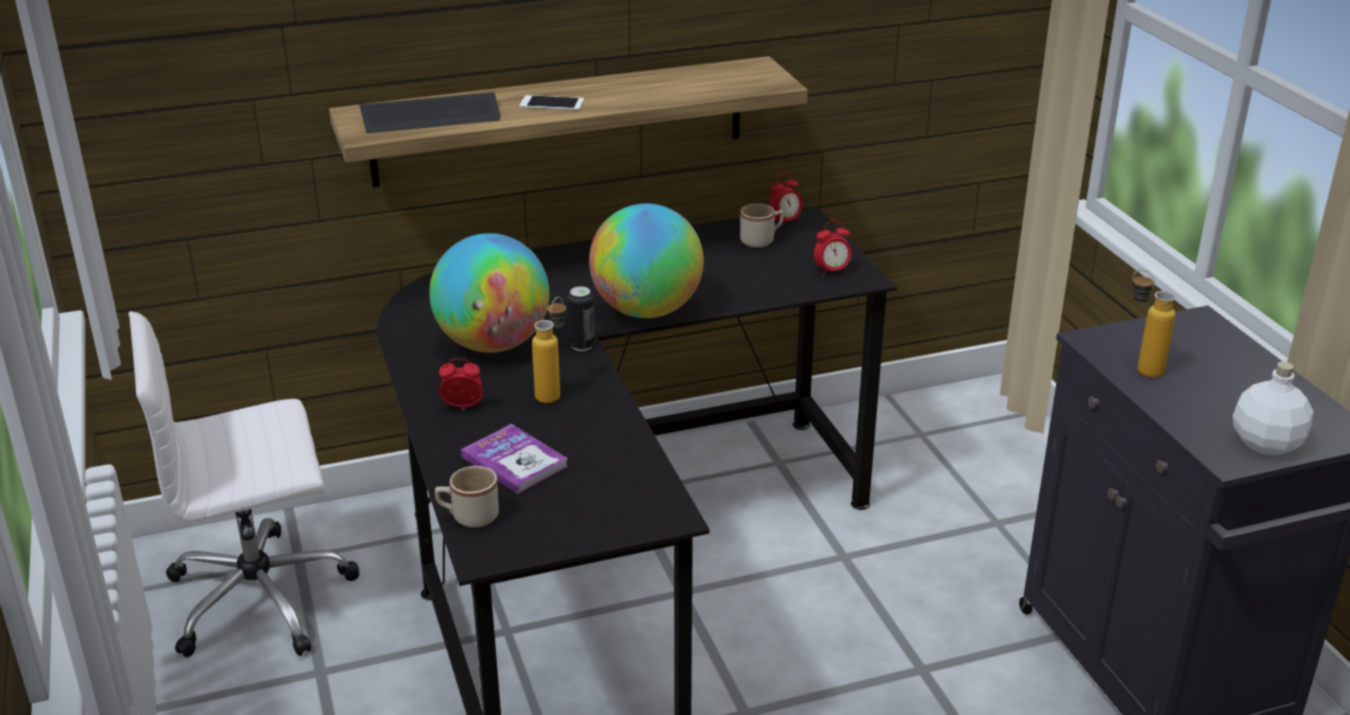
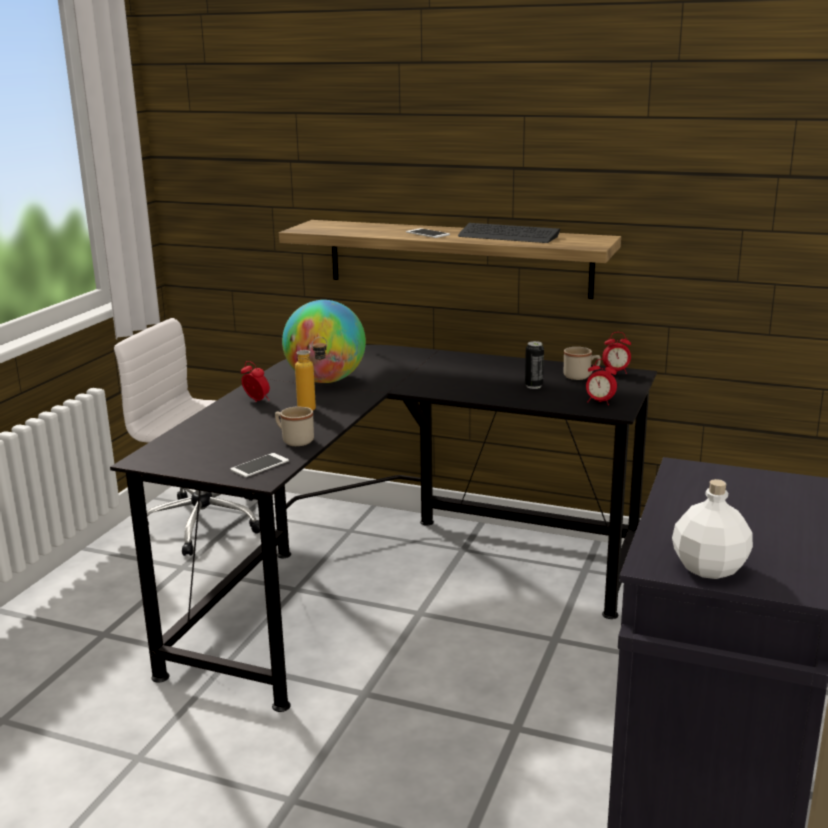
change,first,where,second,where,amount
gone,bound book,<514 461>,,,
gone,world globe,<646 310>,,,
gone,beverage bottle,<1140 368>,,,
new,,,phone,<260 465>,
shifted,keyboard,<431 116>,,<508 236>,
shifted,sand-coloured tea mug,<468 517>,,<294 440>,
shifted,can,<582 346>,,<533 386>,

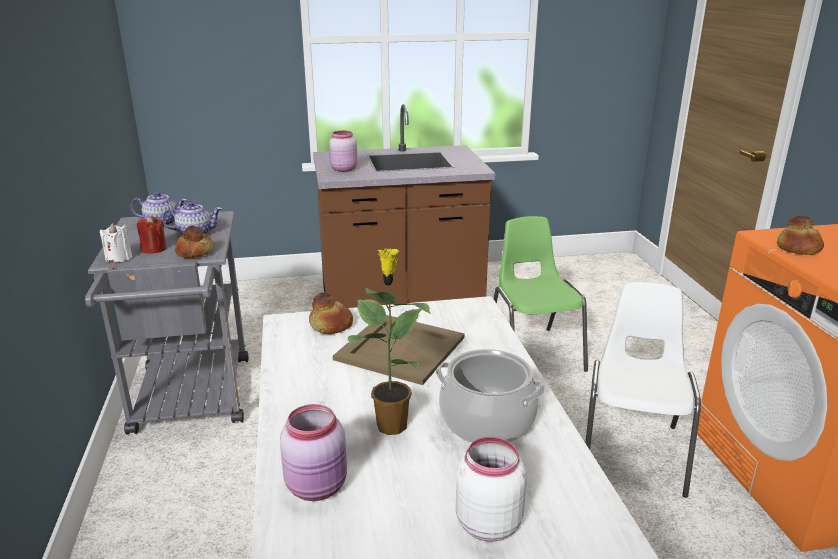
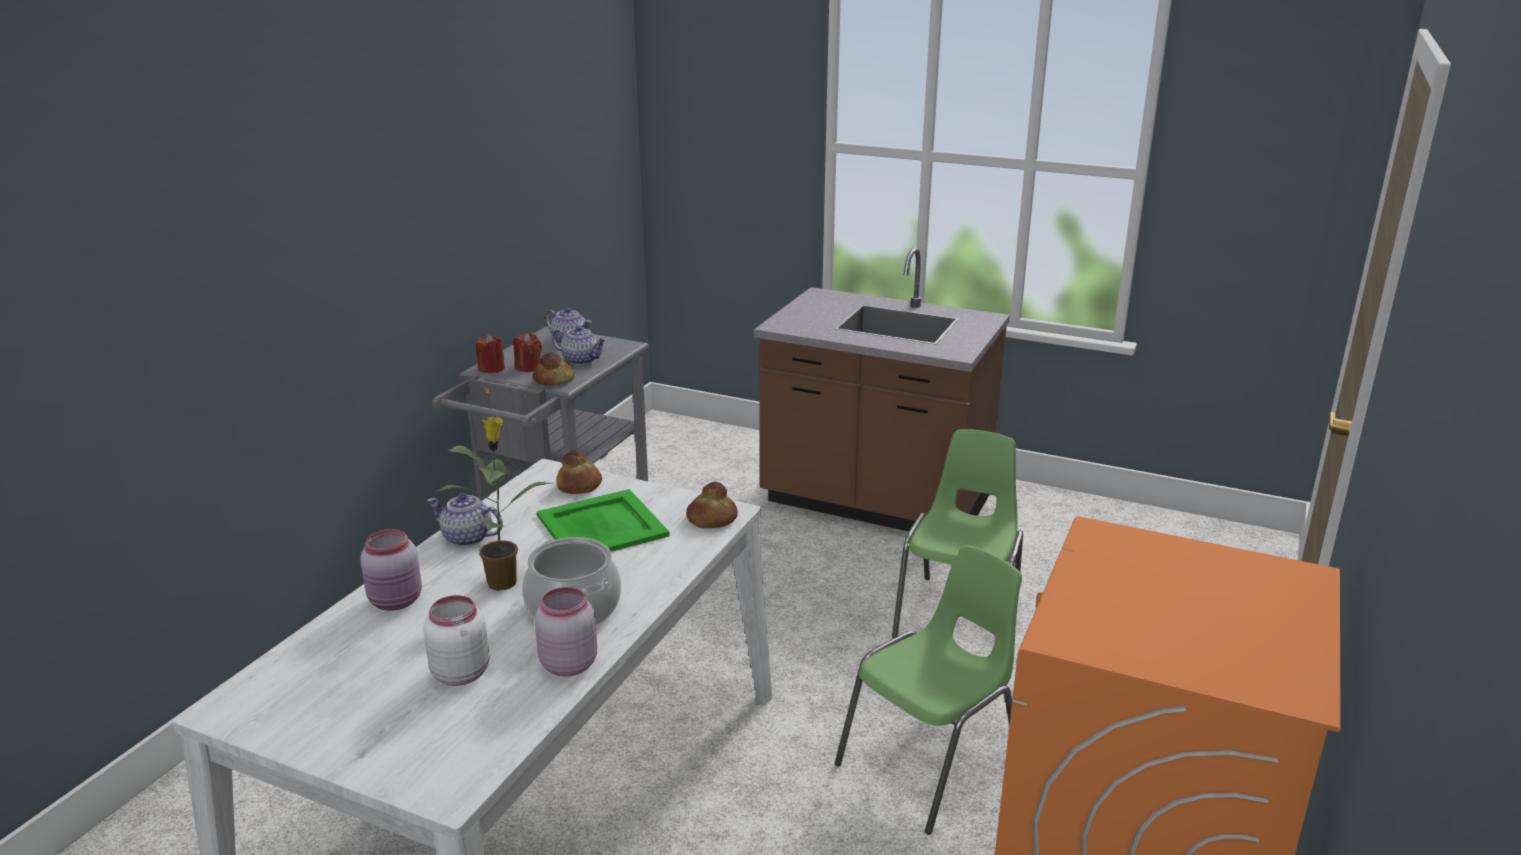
change,first,where,second,where,amount
new,,,teapot,<466 538>,
shifted,pink preserve jar,<343 169>,,<568 664>,
shifted,bakery bread,<799 248>,,<711 519>,
repainted,white-coloured wax light,<119 258>,reddish wax light,<492 369>,
repainted,sand-coloured tray,<401 348>,green tray,<603 526>,
repainted,white-coloured chair,<633 451>,green chair,<933 765>,

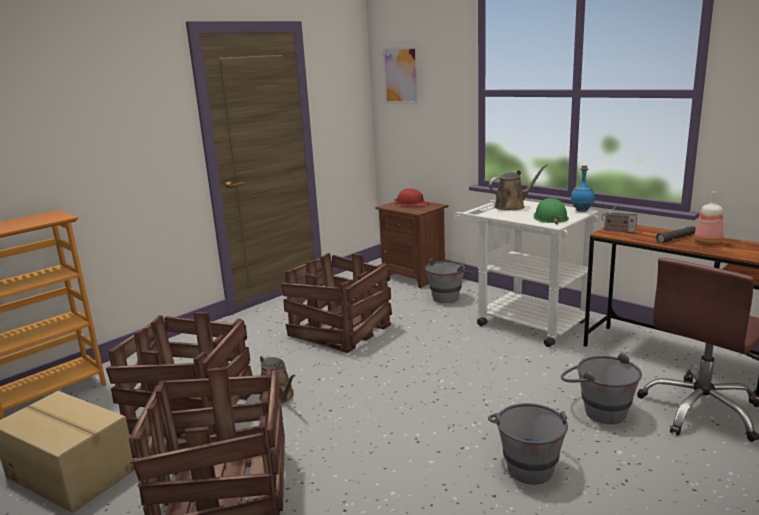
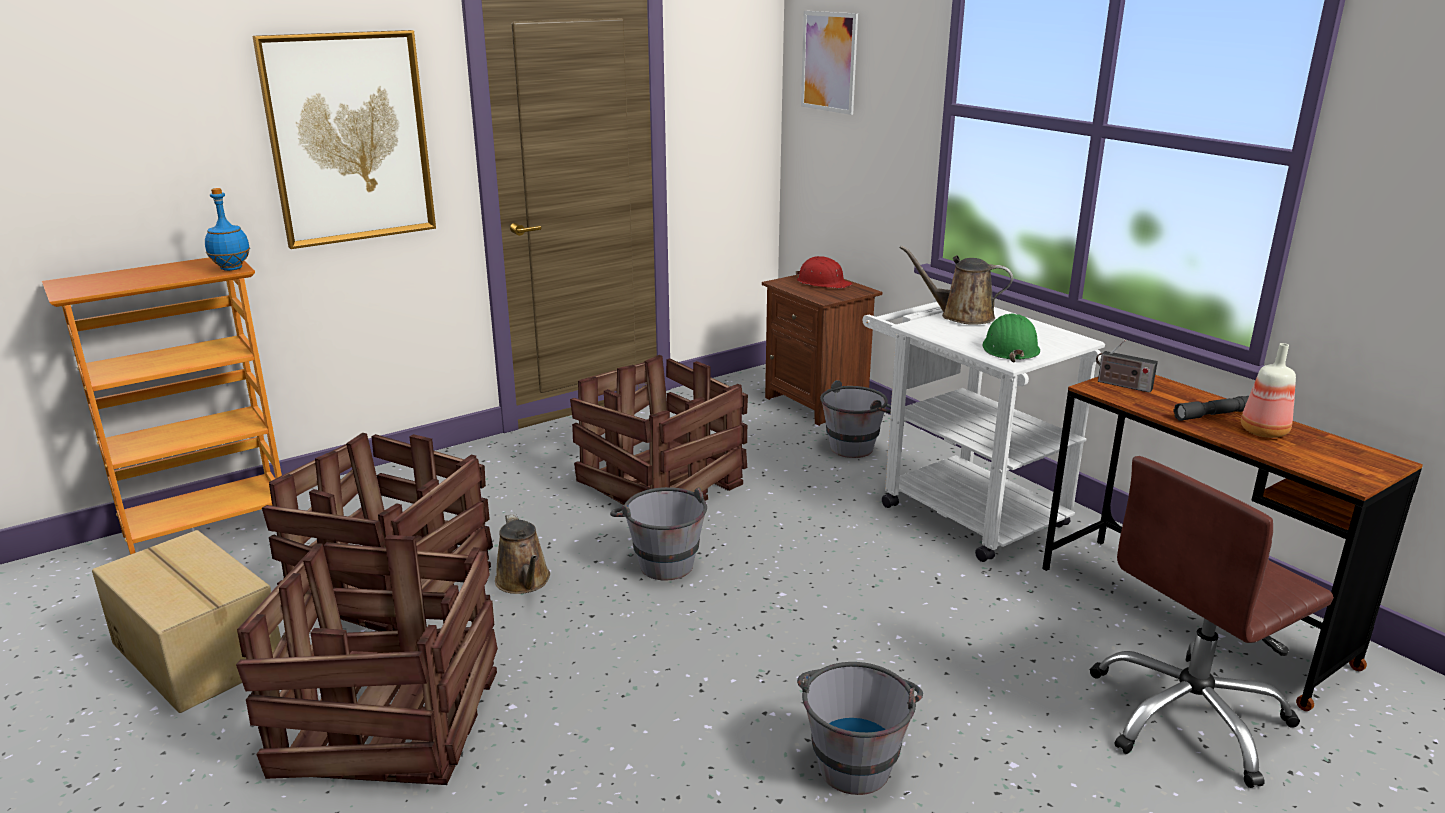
change,first,where,second,where,amount
new,,,wall picture,<349 138>,
shifted,greyish water bucket,<597 410>,,<661 560>,
shifted,bluish beverage bottle,<581 211>,,<231 269>,
rotated,brownish watering can,<512 206>,,<961 316>,150 degrees counterclockwise

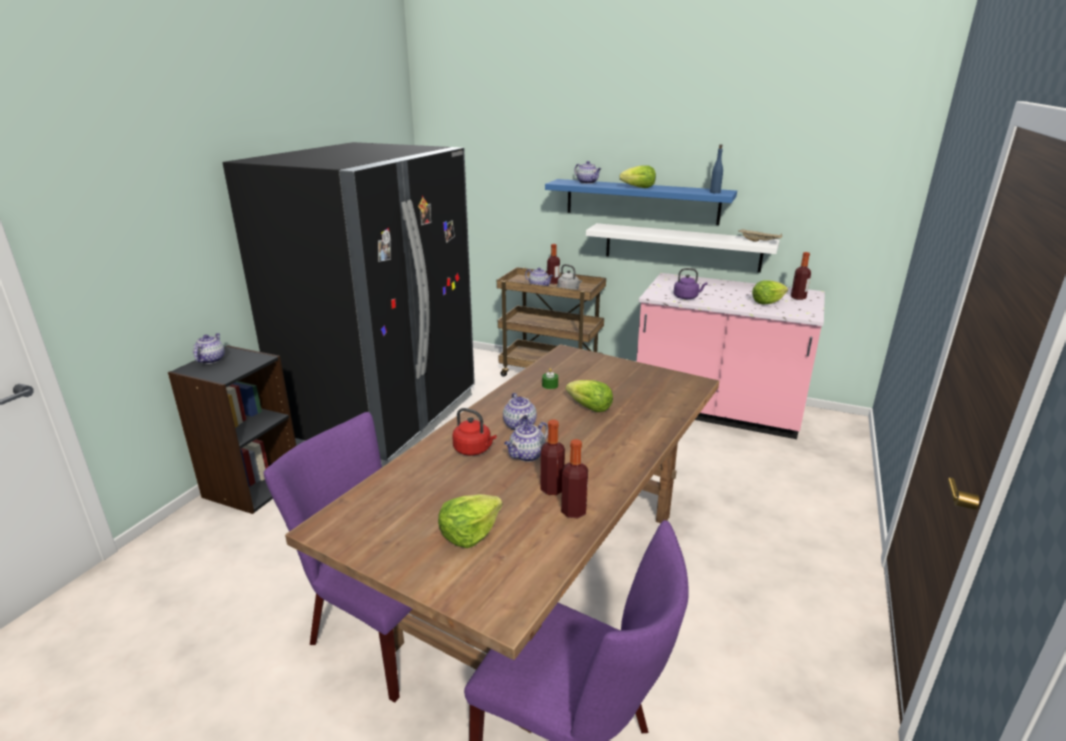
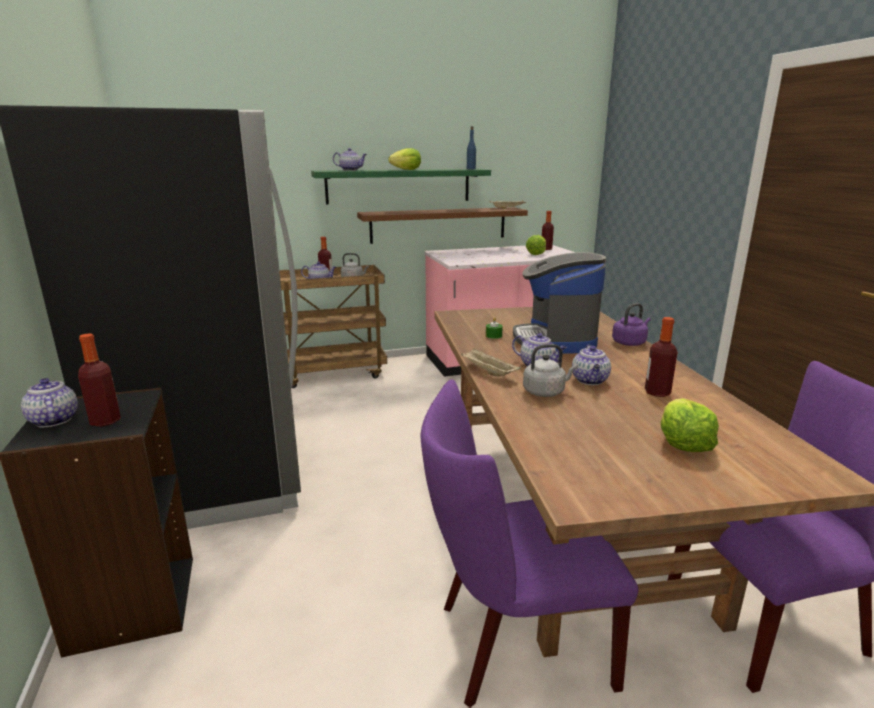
change,first,where,second,where,amount
new,,,sand-coloured tray,<488 372>,
shifted,beverage bottle,<573 511>,,<105 421>,
shifted,purple-coloured tea kettle,<687 297>,,<630 342>,
swapped,lettuce head,<590 408>,coffee maker,<555 340>,
repainted,reddish tea kettle,<474 450>,greyish tea kettle,<546 392>,
repainted,bluish bracket shelf,<641 201>,green bracket shelf,<399 186>,
repainted,white-coloured bracket shelf,<681 247>,brownish bracket shelf,<439 225>,

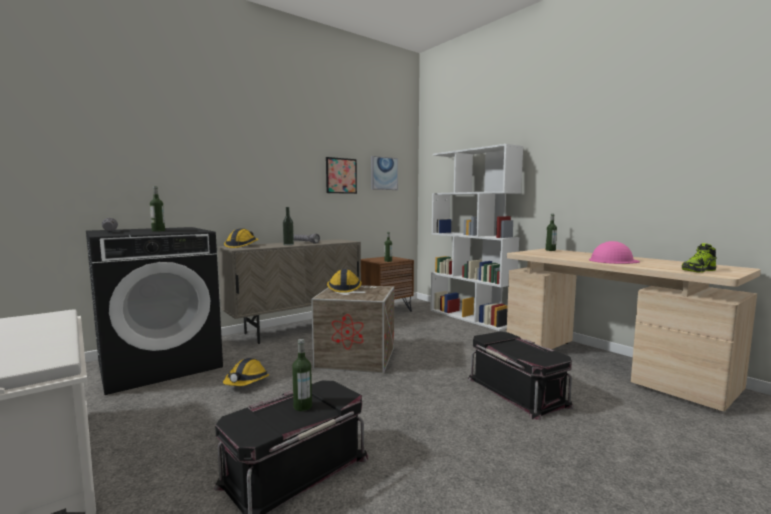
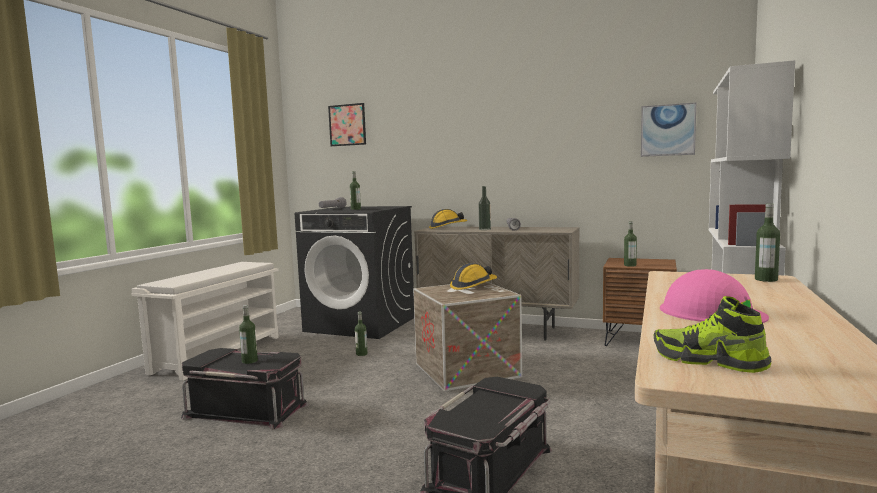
change,first,where,second,where,amount
shifted,wall picture,<341 175>,,<347 125>,
swapped,hard hat,<246 382>,beverage bottle,<361 354>,

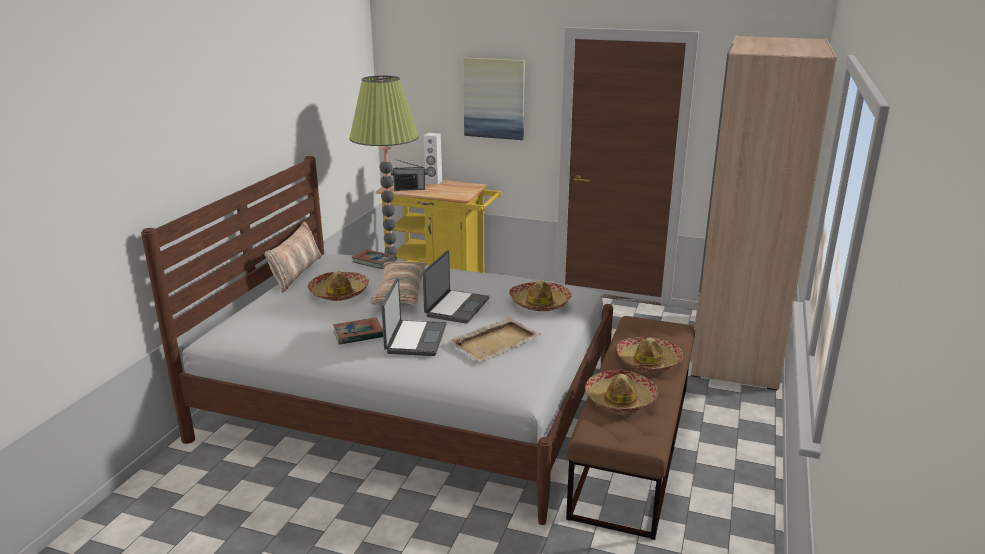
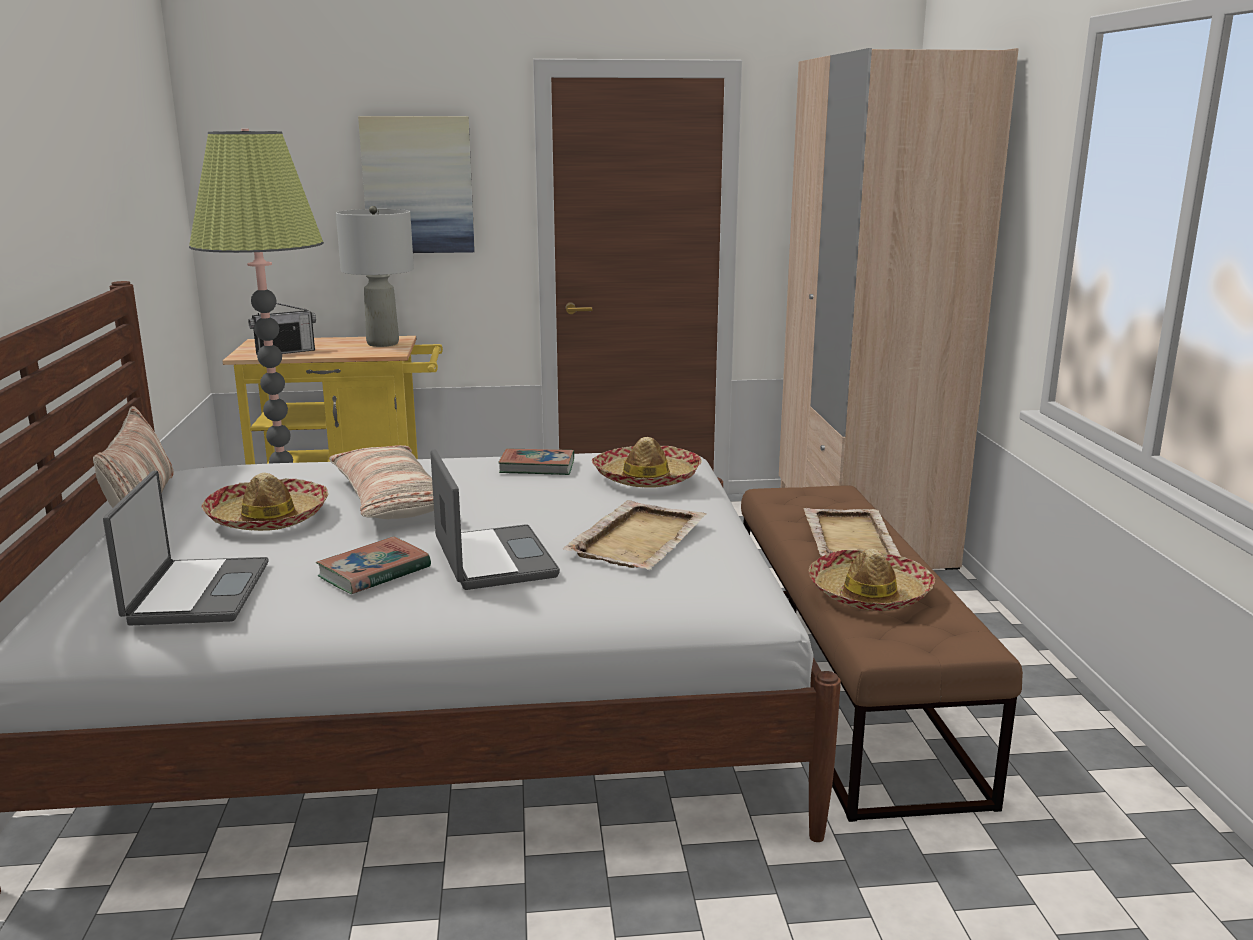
change,first,where,second,where,amount
gone,white-coloured speaker,<433 182>,,,
new,,,greyish tabletop lamp,<382 343>,
shifted,bound book,<374 262>,,<537 467>,
shifted,portable computer,<456 307>,,<196 593>,
swapped,clothing hat,<648 361>,sand-coloured tray,<850 538>,

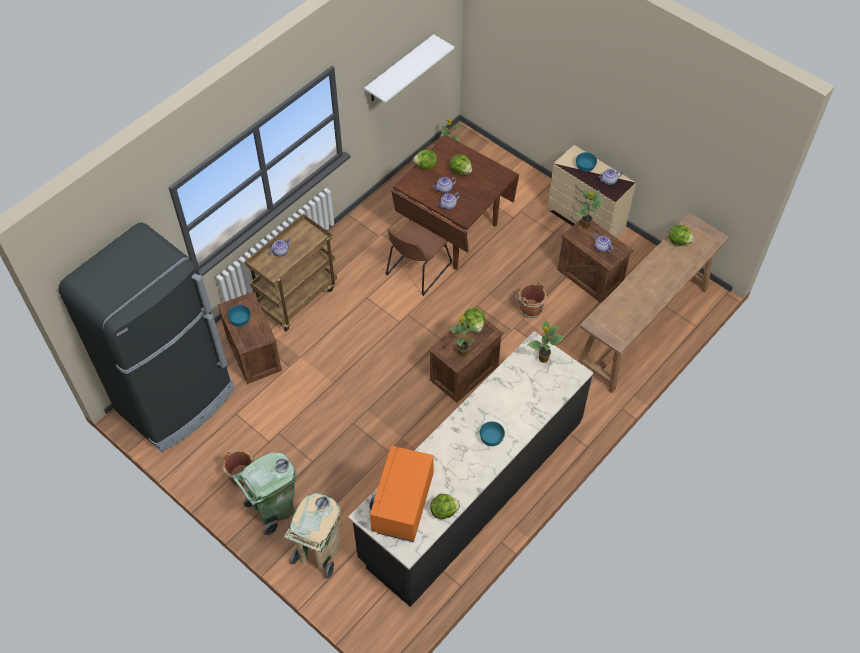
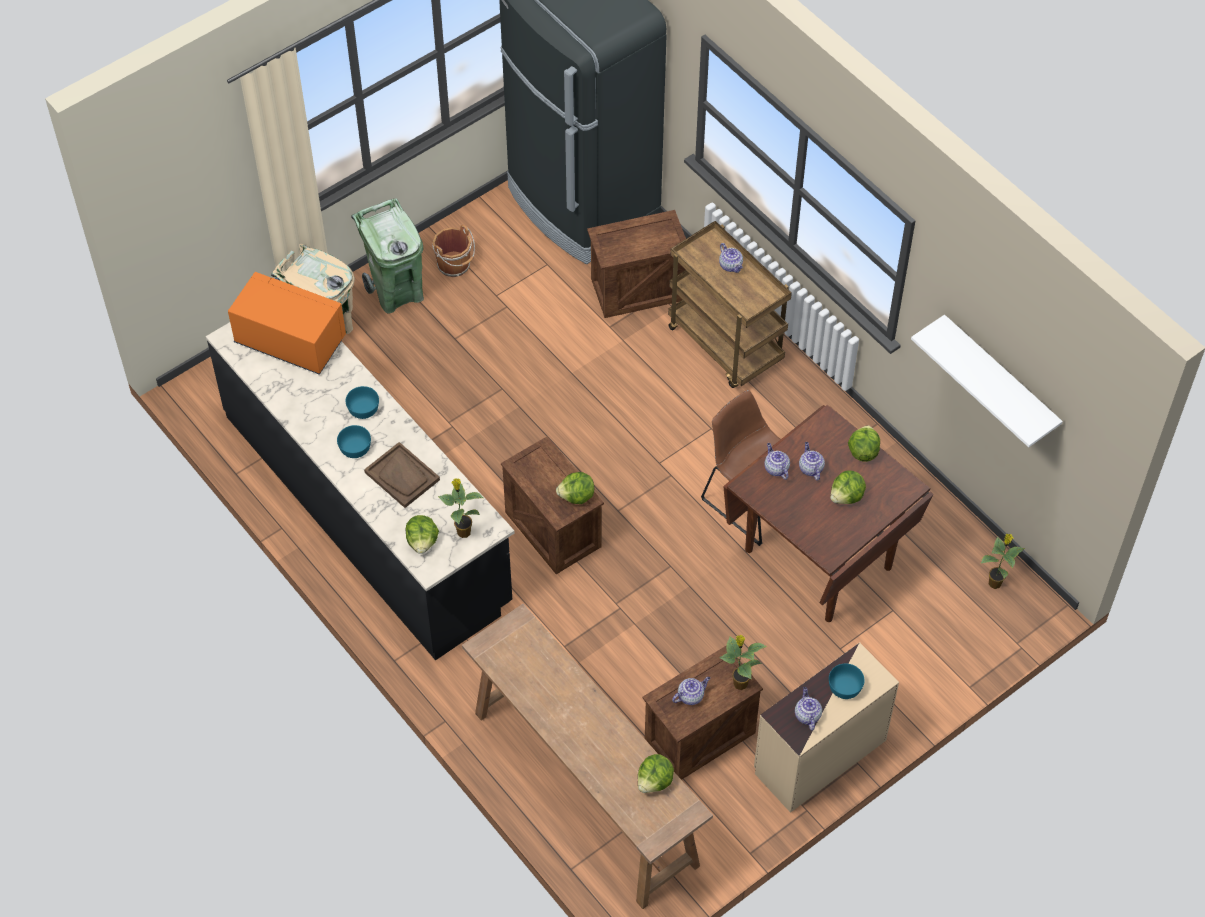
change,first,where,second,where,amount
gone,potted plant,<462 352>,,,
gone,brownish water bucket,<529 308>,,,
new,,,brownish tray,<402 476>,
shifted,turquoise-coloured bowl,<240 320>,,<363 409>,
shifted,lettuce head,<444 511>,,<422 542>,

